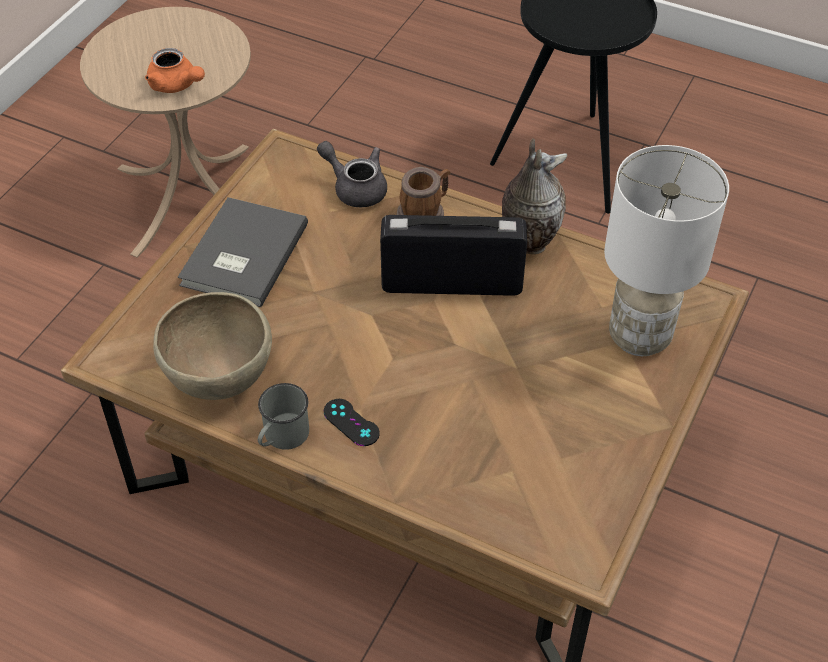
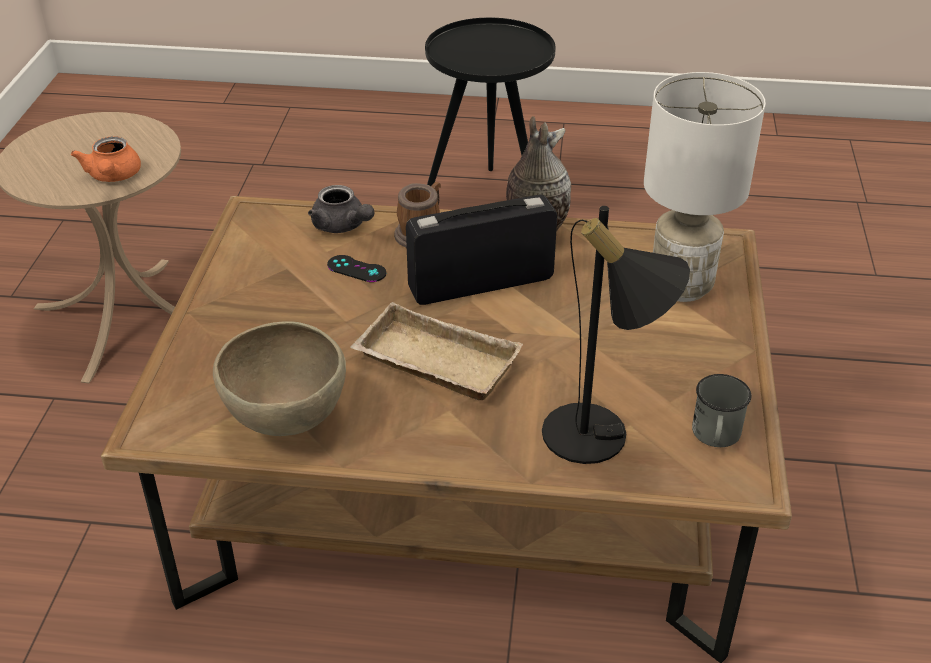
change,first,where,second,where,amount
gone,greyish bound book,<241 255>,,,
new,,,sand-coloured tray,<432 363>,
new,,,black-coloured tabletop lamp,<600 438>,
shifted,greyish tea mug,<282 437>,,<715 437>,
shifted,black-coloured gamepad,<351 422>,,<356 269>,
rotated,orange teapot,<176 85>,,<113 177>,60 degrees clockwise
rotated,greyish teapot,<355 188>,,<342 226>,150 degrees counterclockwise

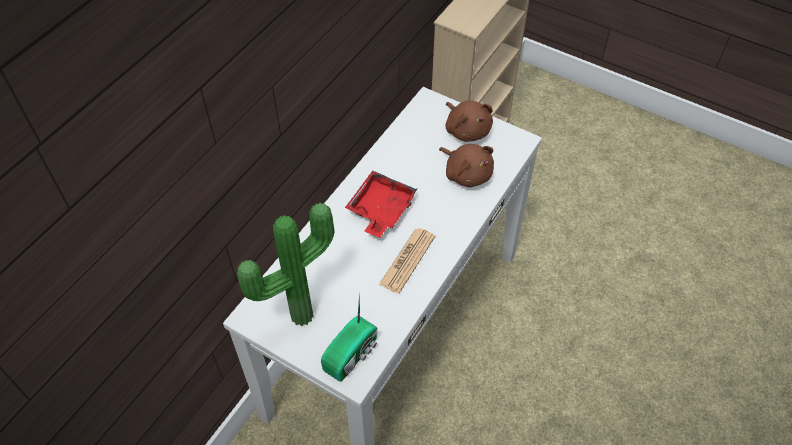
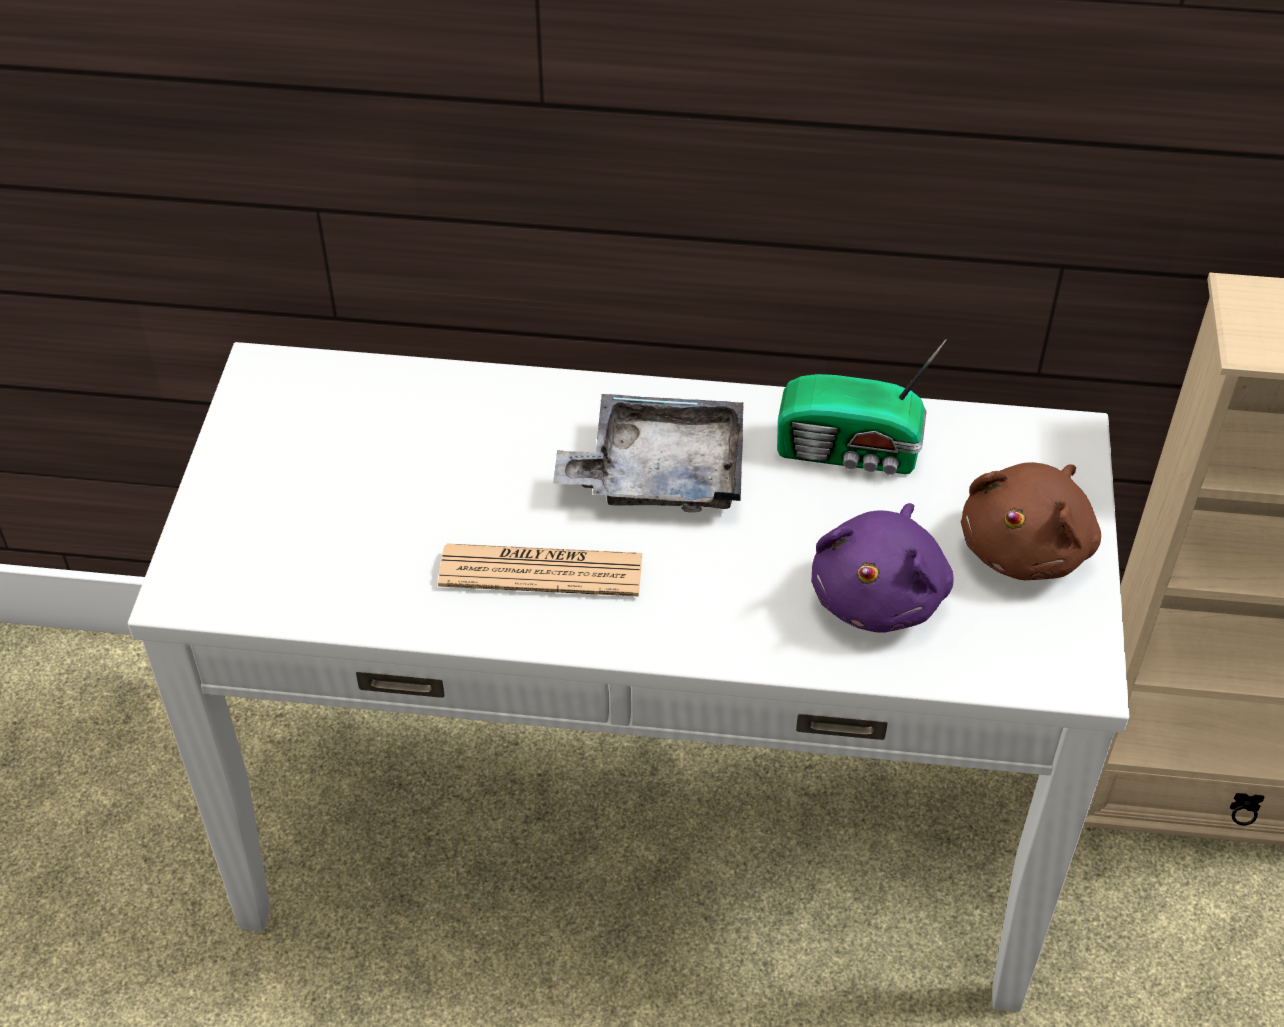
change,first,where,second,where,amount
gone,potted plant,<299 313>,,,
shifted,radio receiver,<352 354>,,<851 452>,
repainted,reddish tray,<380 210>,greyish tray,<659 472>,
repainted,brownish soft toy,<466 173>,purple-coloured soft toy,<880 594>,

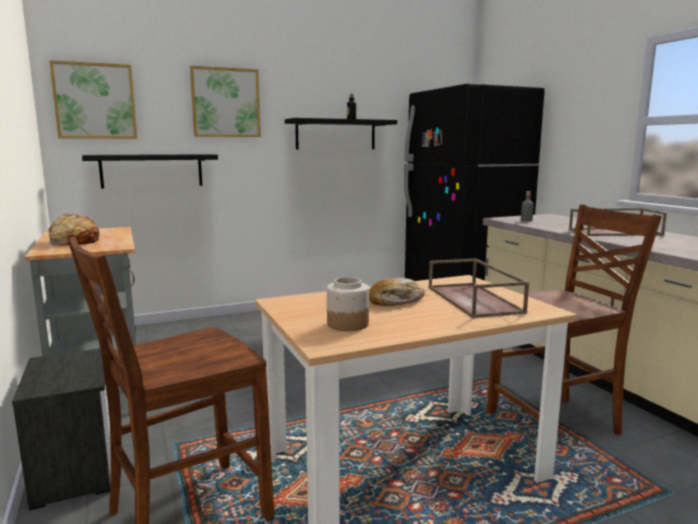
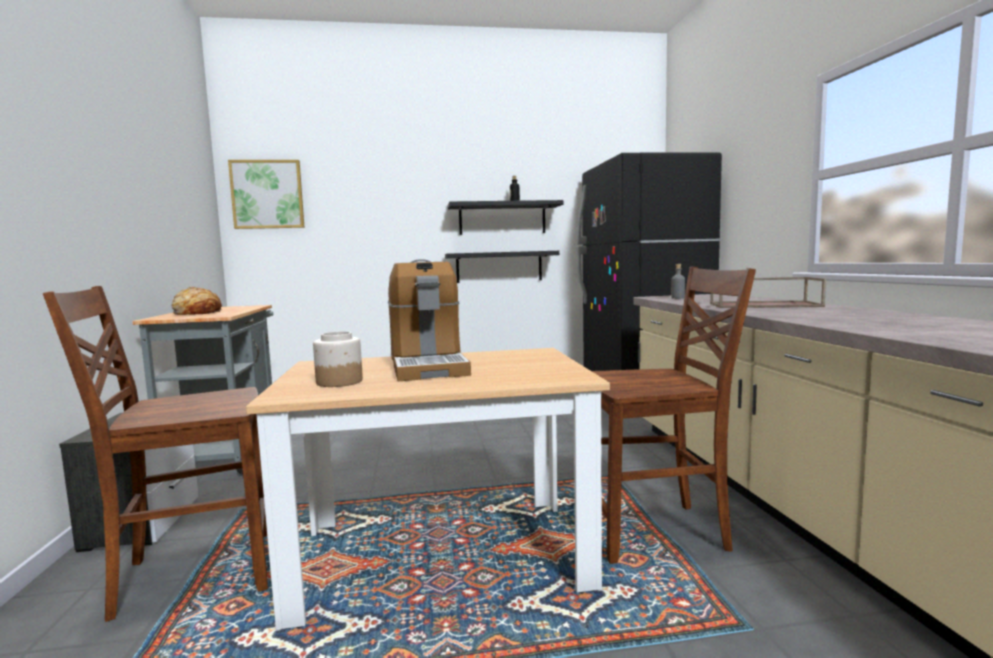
change,first,where,second,where,amount
gone,wall picture,<226 102>,,,
gone,brownish tray,<475 300>,,,
shifted,black-coloured bracket shelf,<152 170>,,<499 267>,
swapped,bakery bread,<395 301>,coffee maker,<427 366>,

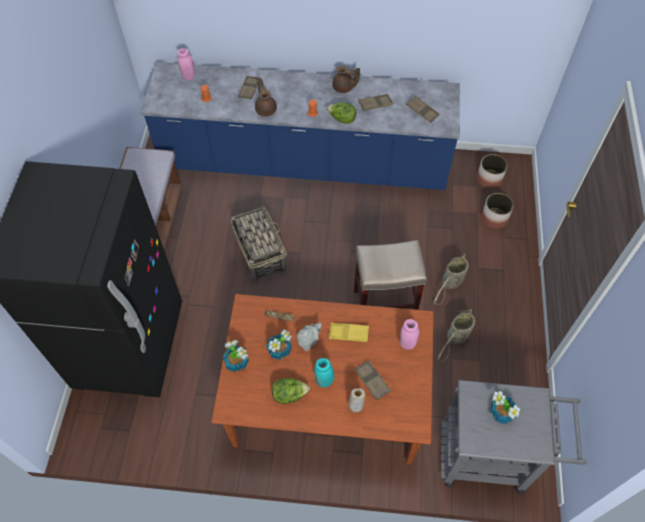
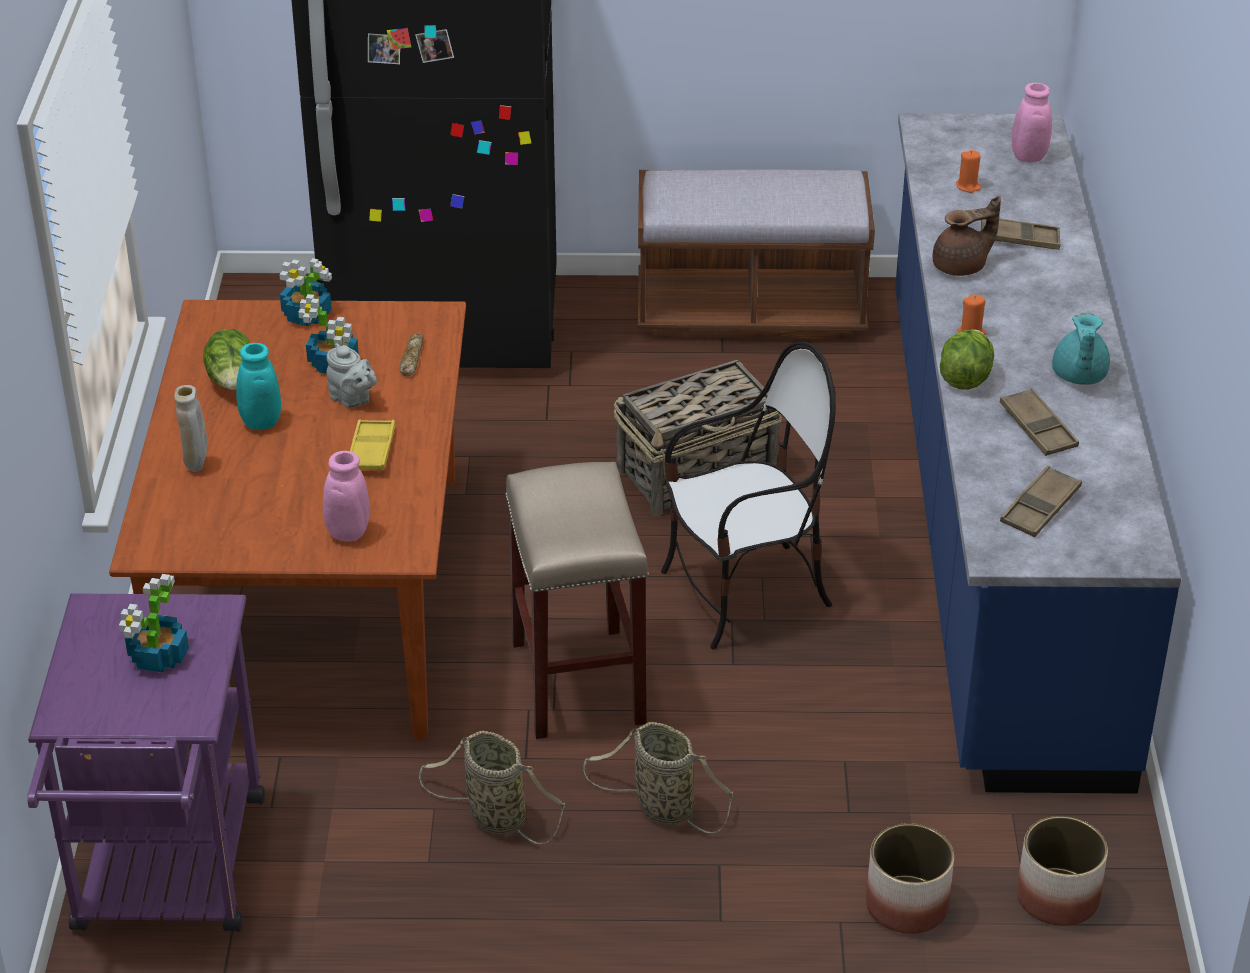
change,first,where,second,where,amount
gone,brownish tray,<372 381>,,,
new,,,chair,<745 594>,
repainted,brownish teapot,<344 88>,turquoise-coloured teapot,<1078 376>,
repainted,greyish wheeled cart,<492 457>,purple-coloured wheeled cart,<168 878>,

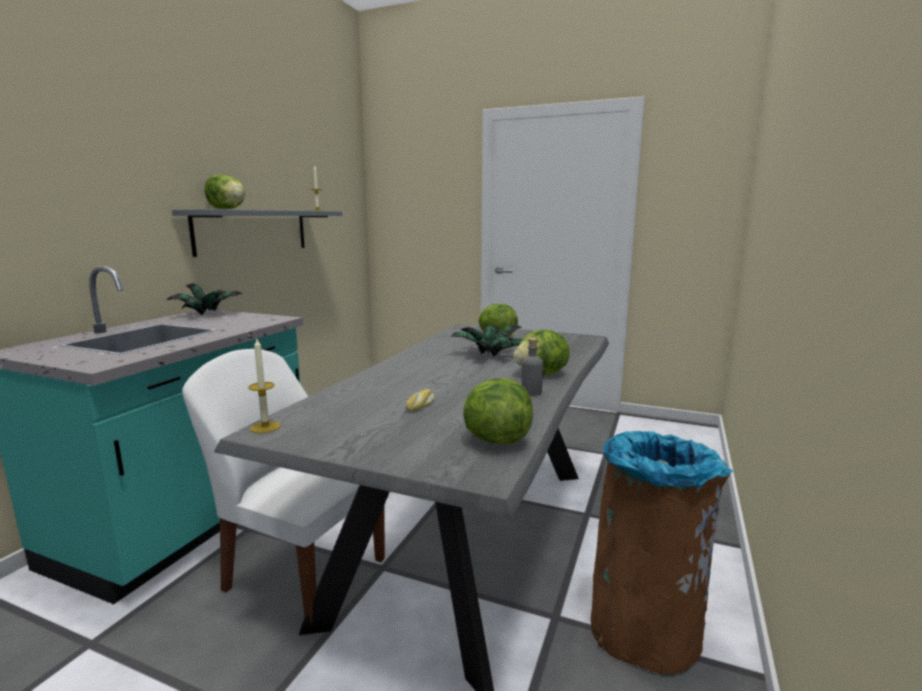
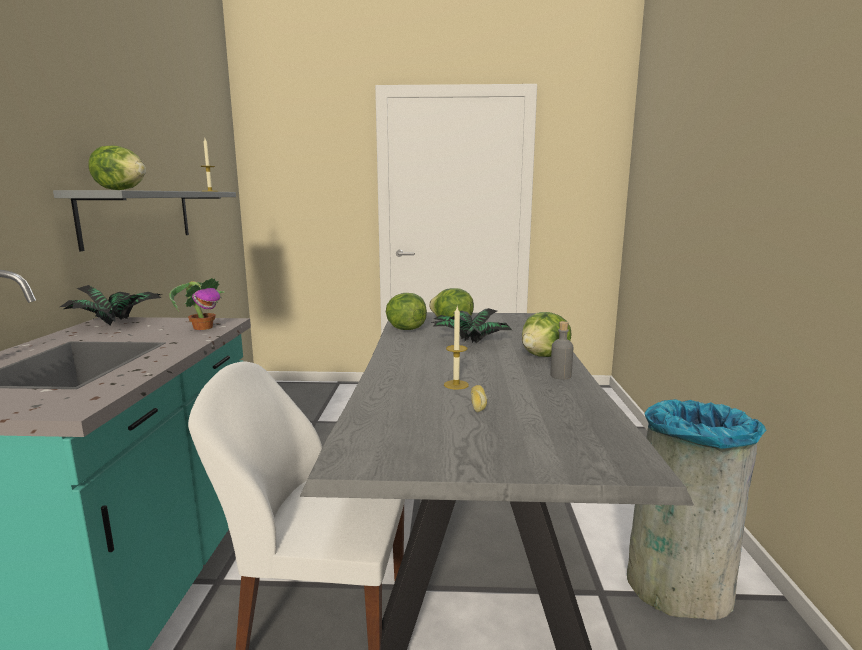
change,first,where,second,where,amount
new,,,potted plant,<203 327>,
shifted,wax light,<265 427>,,<456 385>,
shifted,lettuce head,<496 440>,,<405 329>,
repainted,brownish waste bin,<645 633>,greyish waste bin,<680 586>,

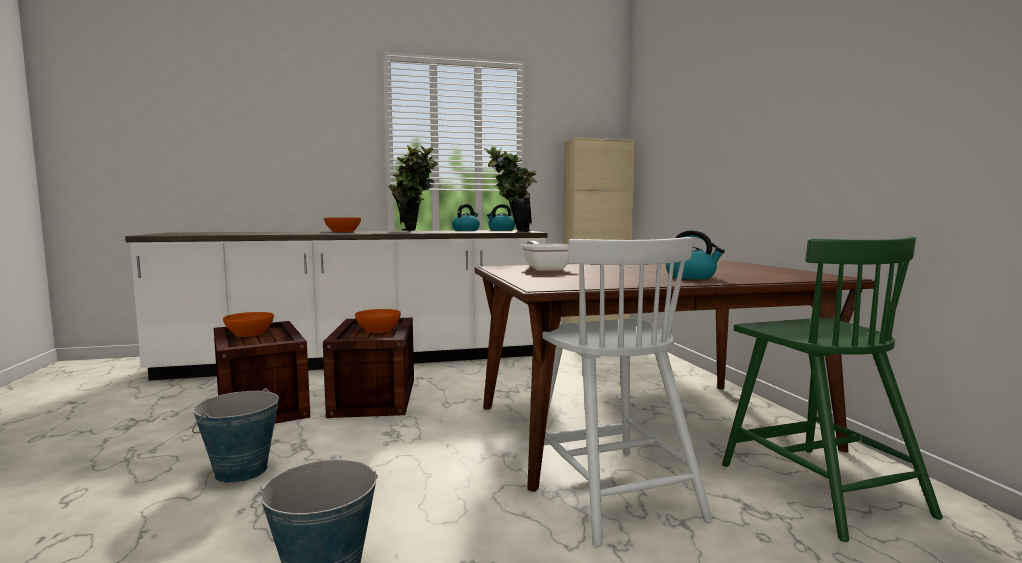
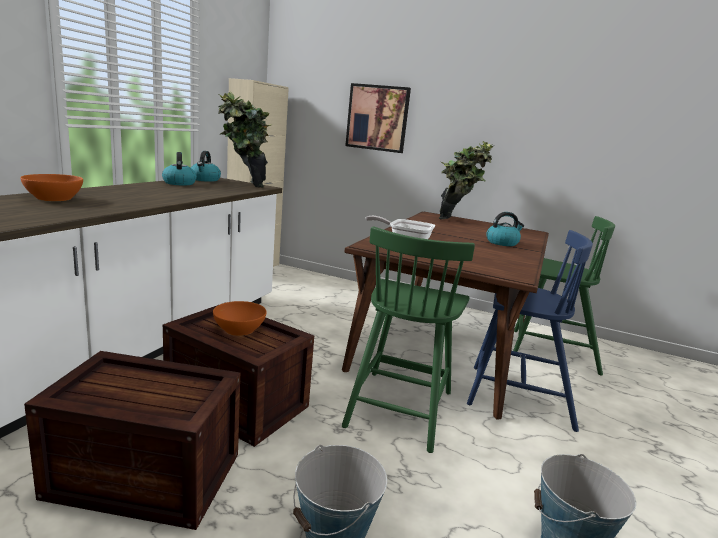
change,first,where,second,where,amount
gone,orange bowl,<249 334>,,,
new,,,green chair,<399 407>,
new,,,wall picture,<377 118>,
shifted,potted plant,<414 231>,,<457 221>,
repainted,white-coloured chair,<610 490>,bluish chair,<517 396>,

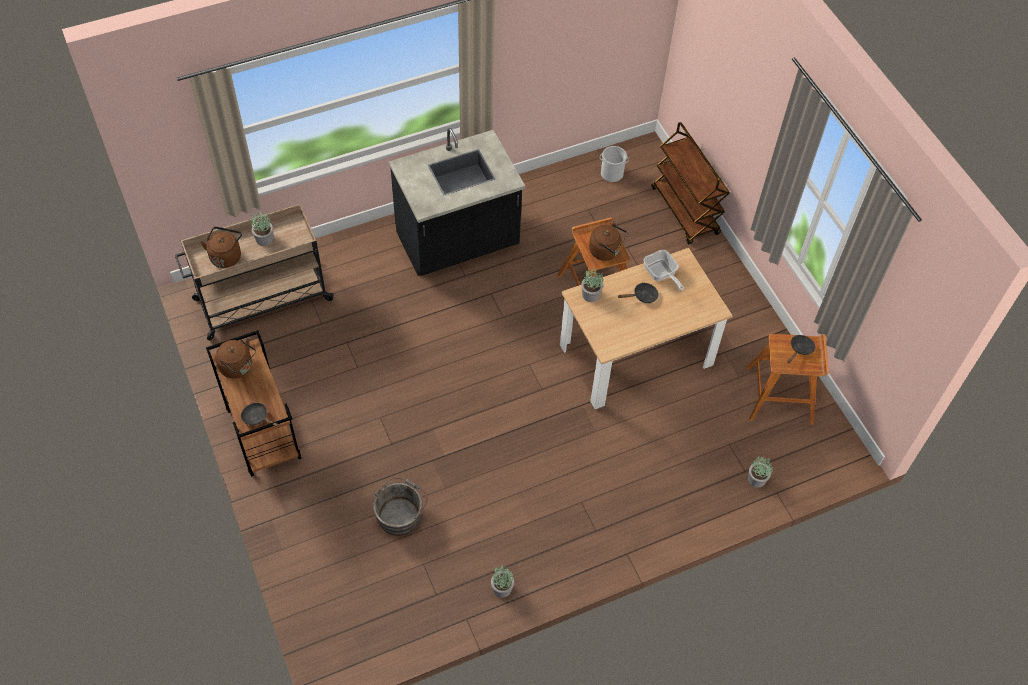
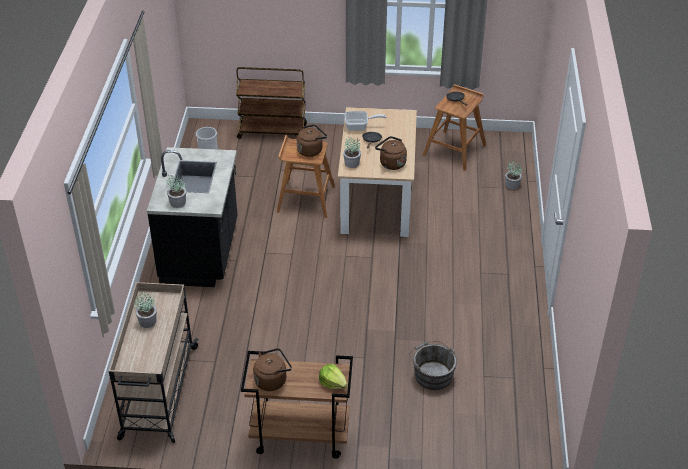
change,first,where,second,where,amount
shifted,brownish tea kettle,<226 256>,,<391 163>,
shifted,potted plant,<501 588>,,<177 203>,
swapped,black-coloured pan,<257 417>,lettuce head,<333 383>,

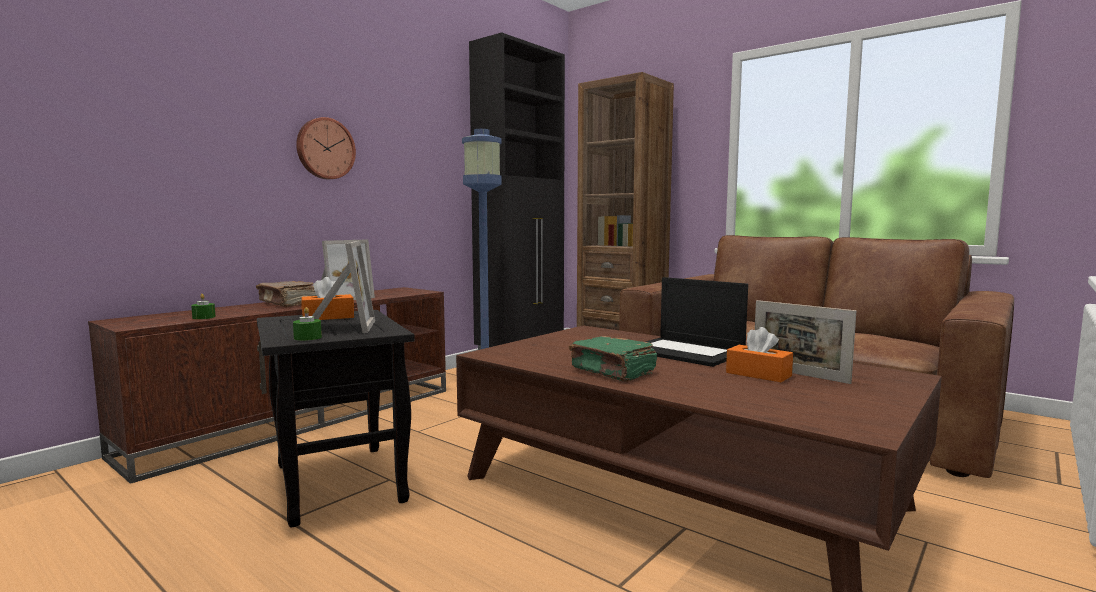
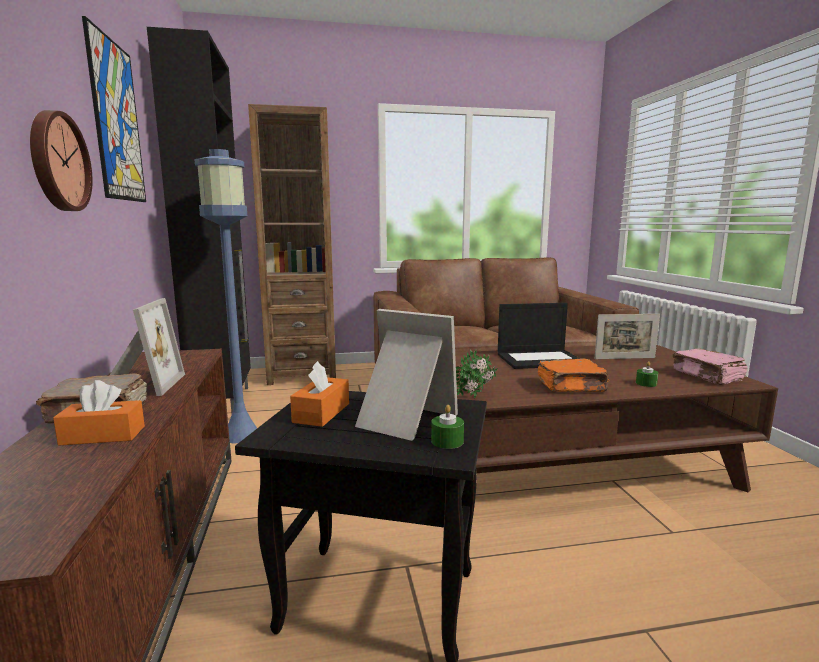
change,first,where,second,where,amount
new,,,wall picture,<116 121>,
new,,,potted plant,<476 396>,
new,,,pink bound book,<707 376>,
shifted,green wax light,<204 317>,,<646 383>,
shifted,orange tissue box,<758 374>,,<103 435>,
repainted,green bound book,<613 372>,orange bound book,<572 387>,

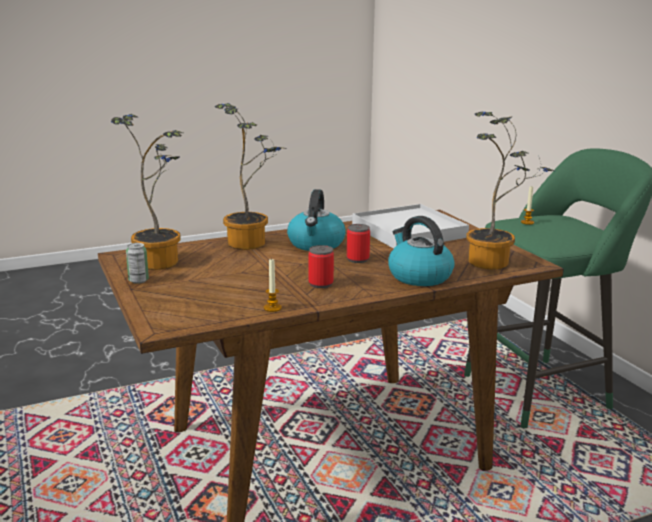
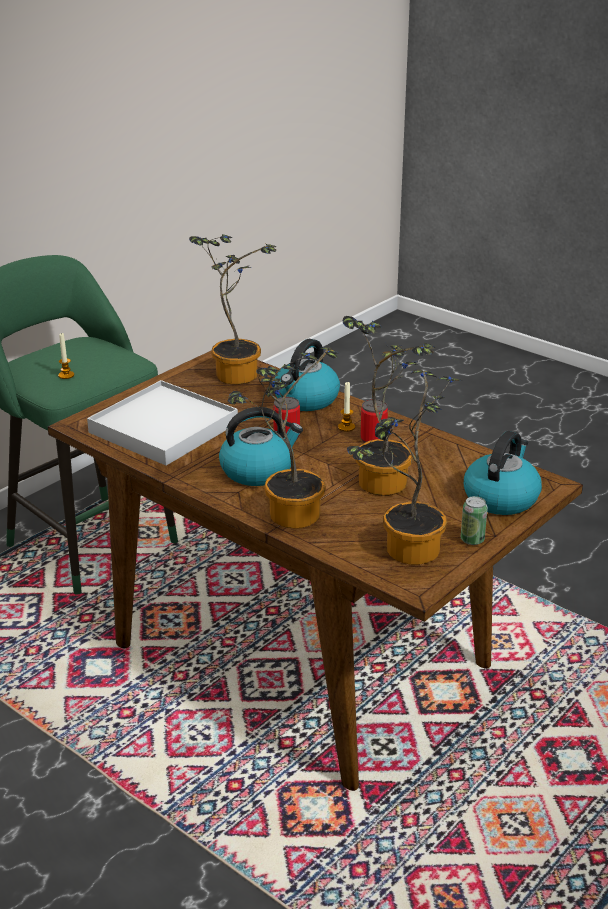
change,first,where,second,where,amount
new,,,potted plant,<384 479>,
new,,,tea kettle,<501 497>,
shifted,wax light,<272 308>,,<346 427>,

